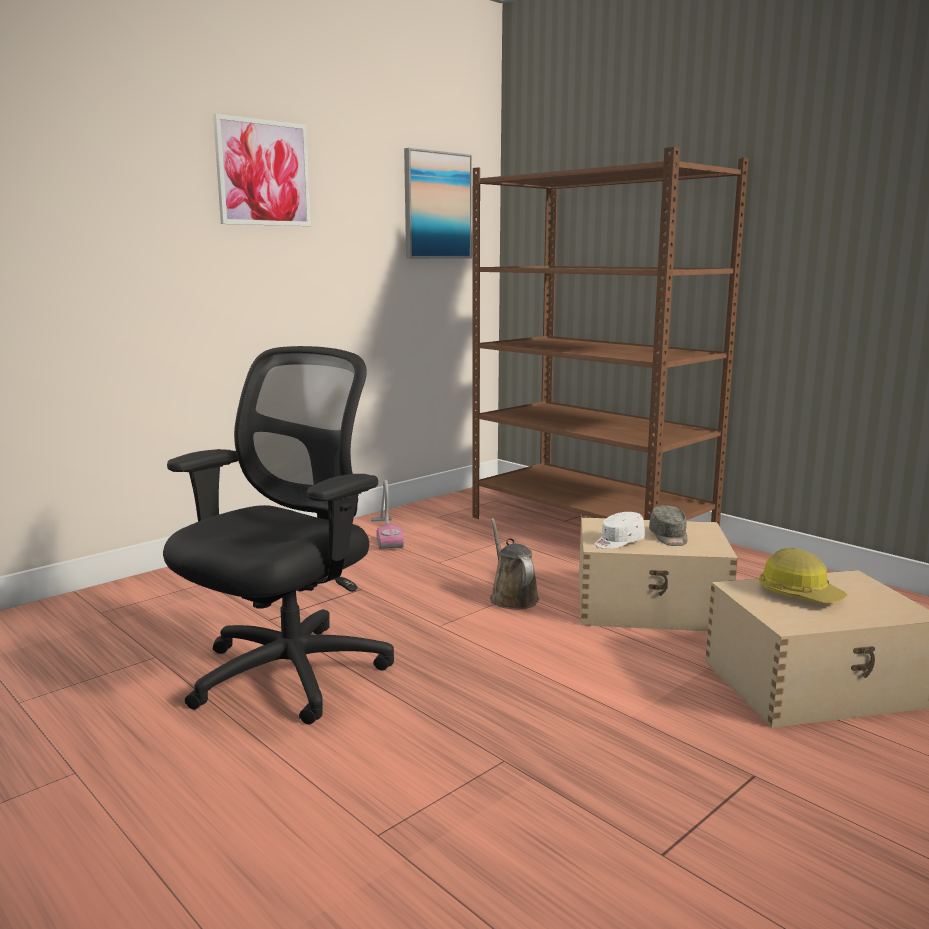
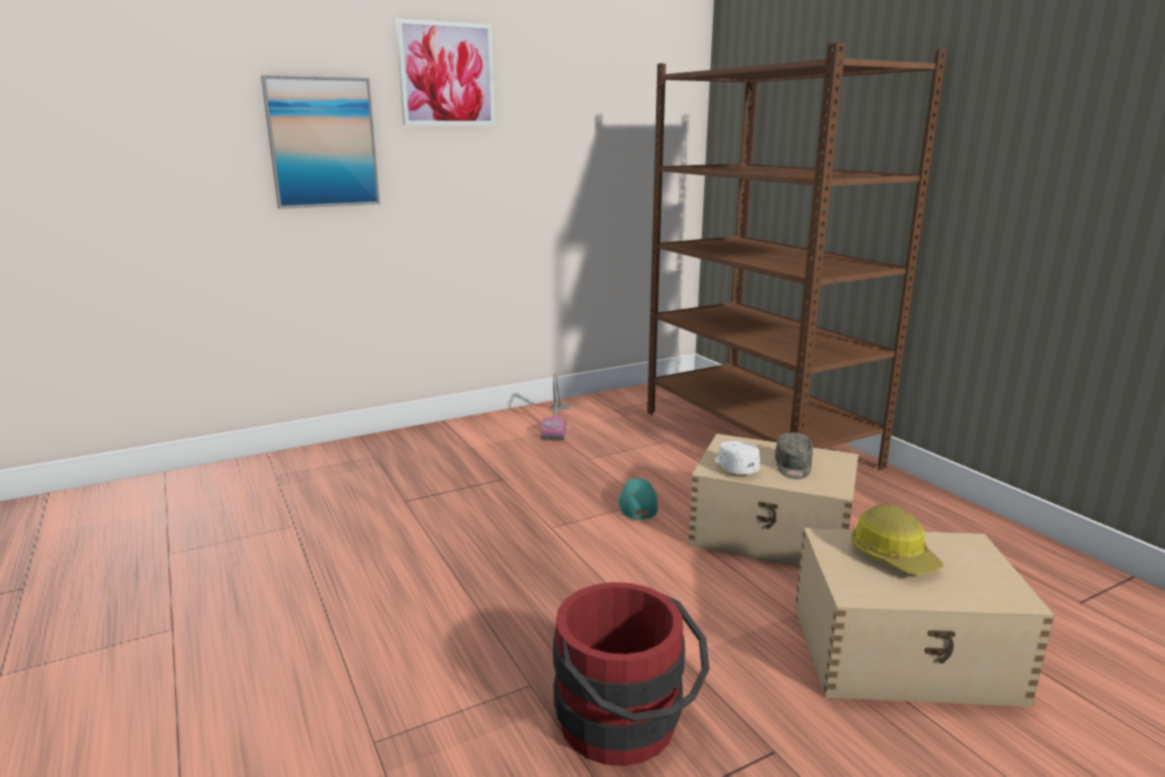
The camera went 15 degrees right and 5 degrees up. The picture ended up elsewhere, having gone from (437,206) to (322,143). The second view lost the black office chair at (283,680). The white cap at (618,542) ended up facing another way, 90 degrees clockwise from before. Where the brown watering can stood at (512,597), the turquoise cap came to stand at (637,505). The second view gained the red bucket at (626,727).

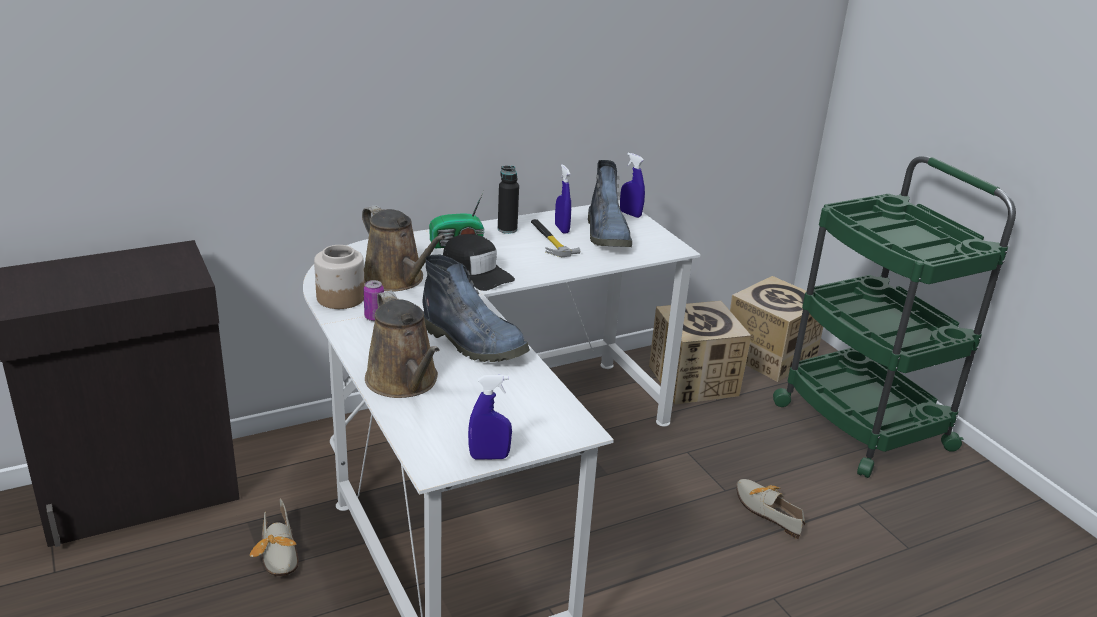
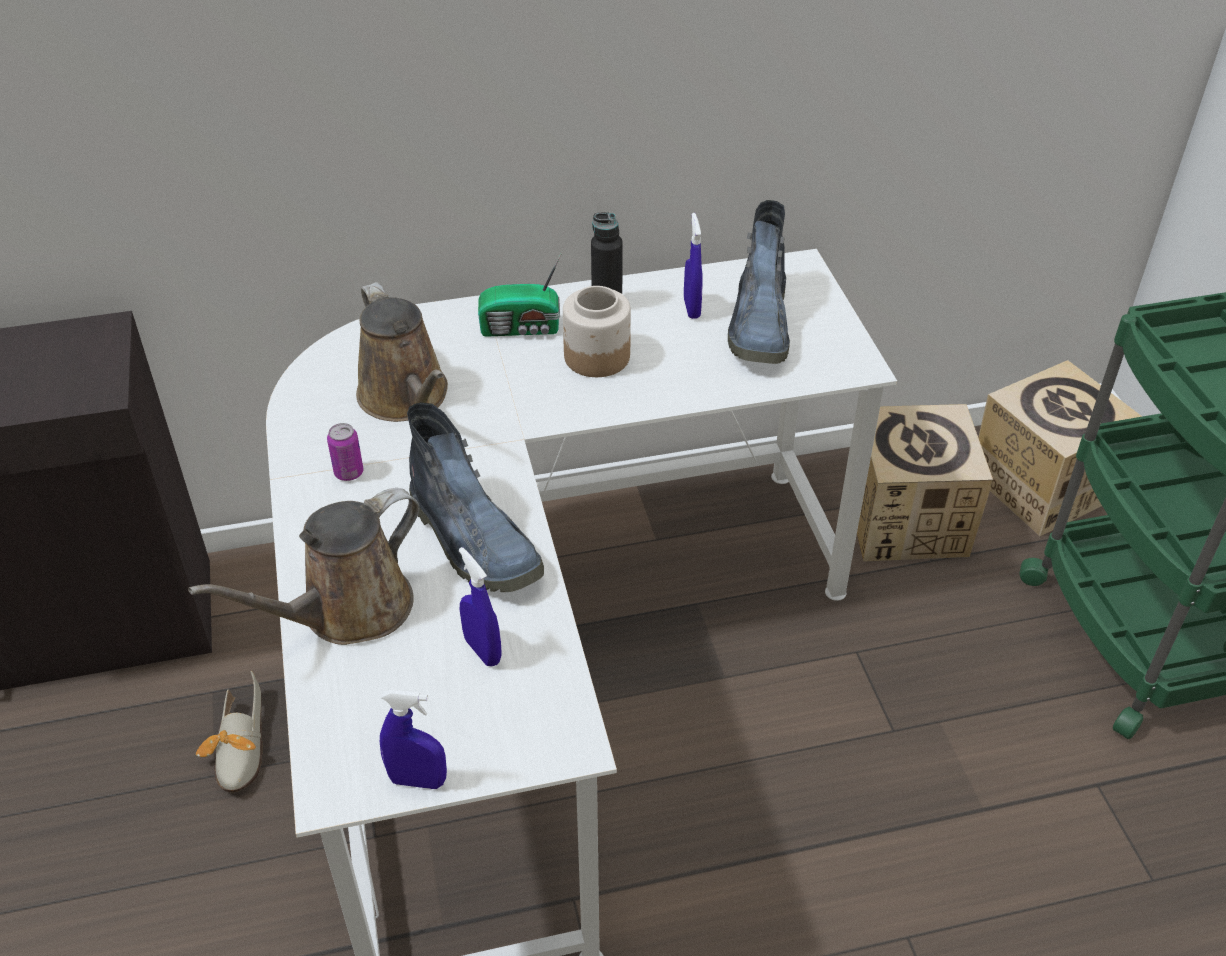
The camera went 15 degrees right and 15 degrees up. The blue spray bottle ended up elsewhere, having gone from (630,214) to (482,650). The second view lost the hammer at (549,240). The second view lost the black cap at (476,272). The jar ended up elsewhere, having gone from (340,298) to (596,357). The brown watering can at (404,382) ended up facing another way, 60 degrees clockwise from before. The second view lost the shoe at (766,510).

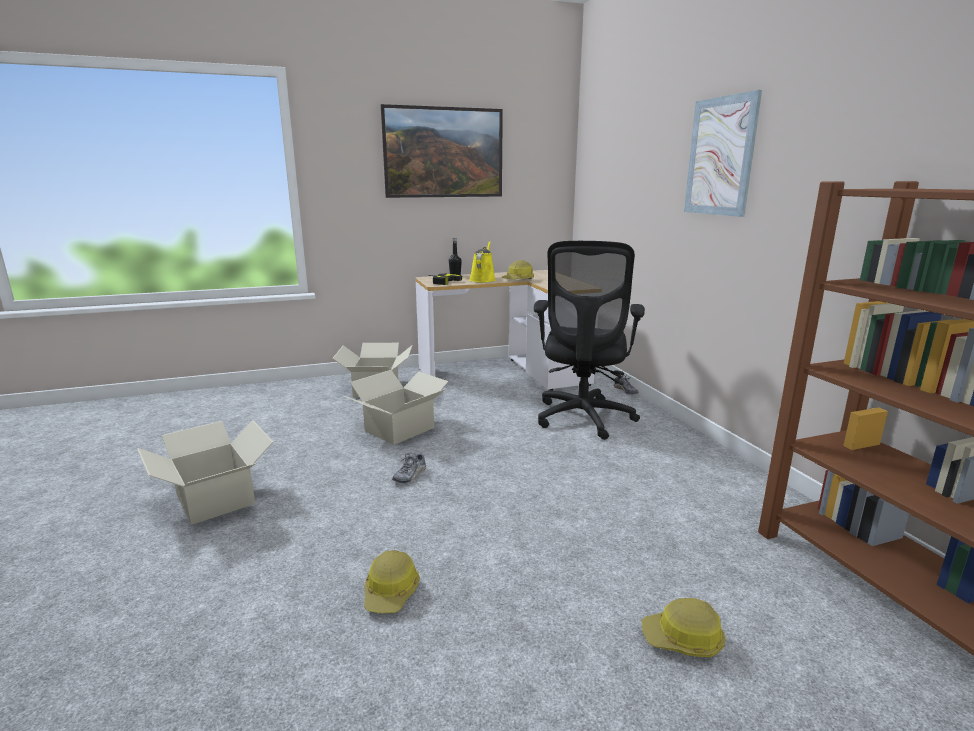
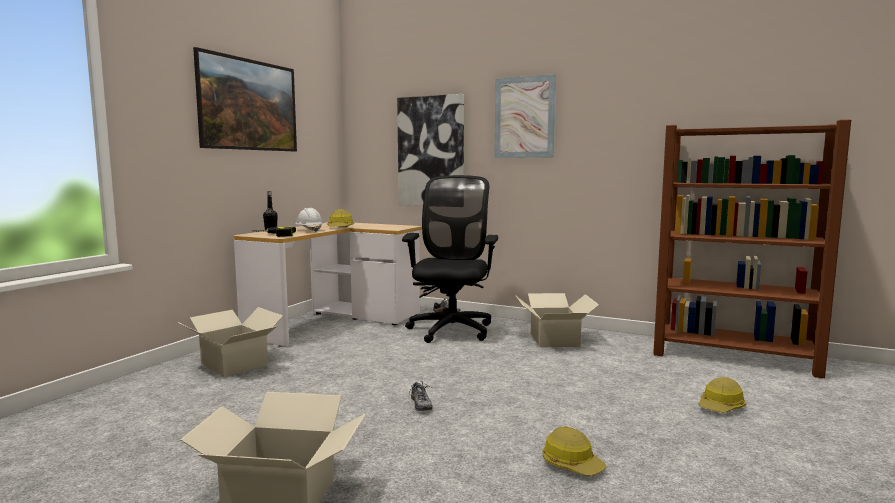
The camera went 45 degrees left and 10 degrees down. Where the yellow watering can stood at (483,279), the white hard hat came to stand at (309,230). The black office chair at (582,414) ended up facing another way, 135 degrees counterclockwise from before. The cardboard box ended up elsewhere, having gone from (400,429) to (555,339). The second view gained the picture at (431,151).

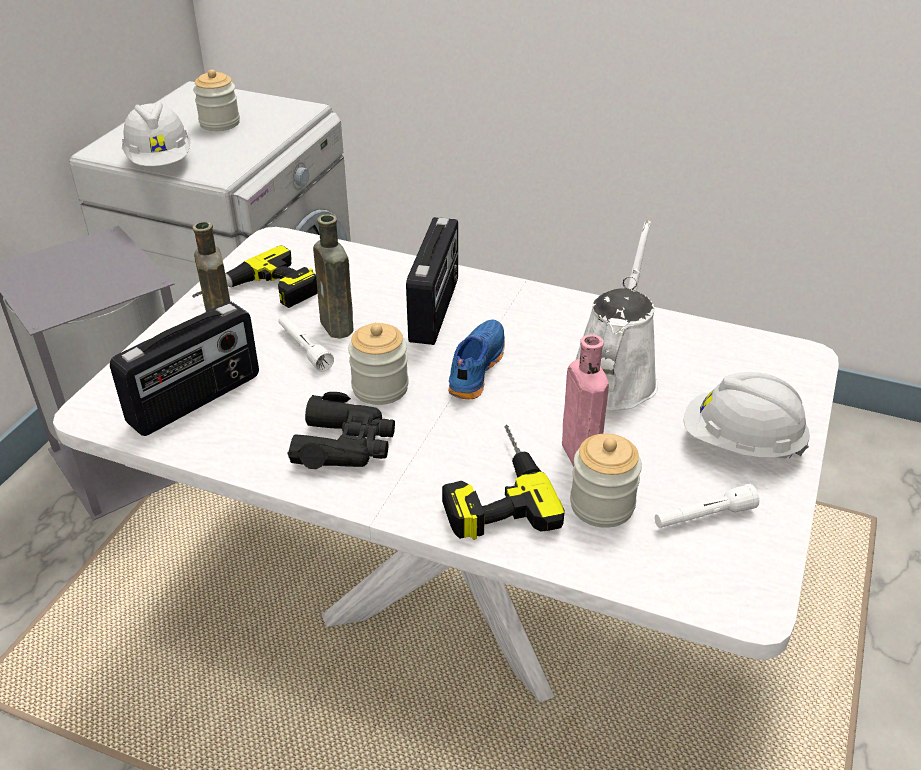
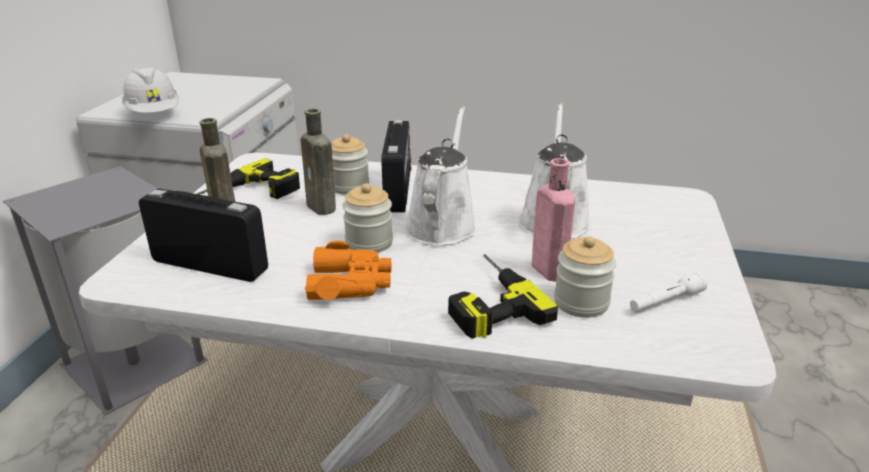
The camera went 10 degrees left and 10 degrees down. The jar ended up elsewhere, having gone from (220,123) to (349,186). The radio at (196,400) ended up facing another way, 105 degrees counterclockwise from before. The second view lost the white flashlight at (304,348). Where the blue shoe stood at (474,368), the white watering can came to stand at (442,224). The second view lost the white hard hat at (740,443). What was the black binoculars at (345,444) turned into the orange binoculars at (350,283).

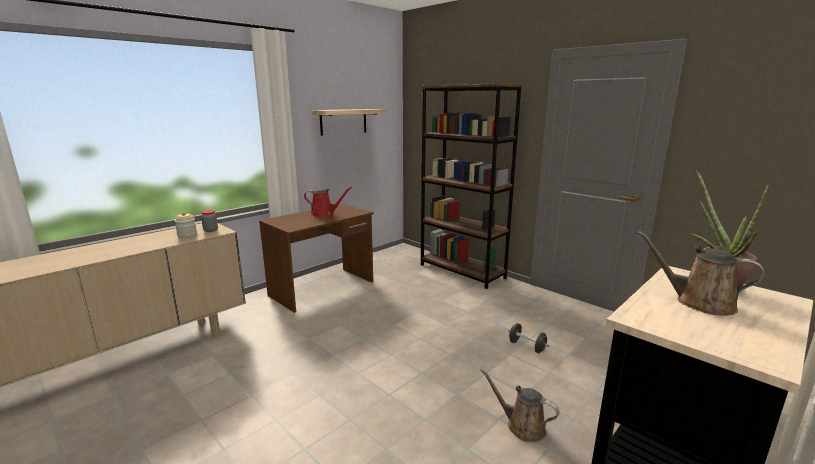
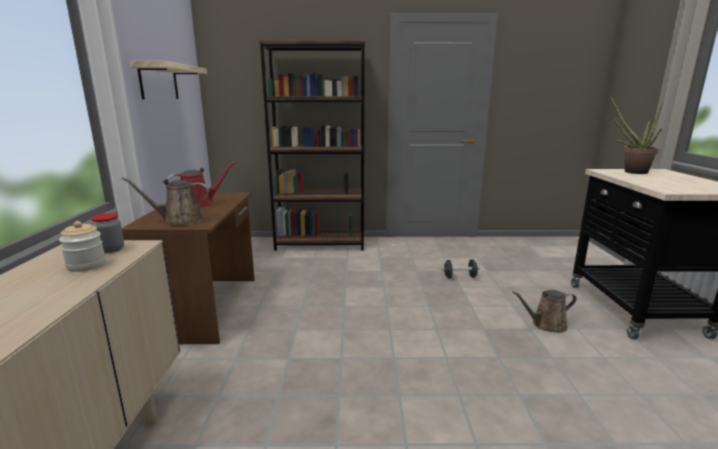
The camera went 45 degrees left and 0 degrees up. The brown watering can ended up elsewhere, having gone from (698,302) to (179,221).

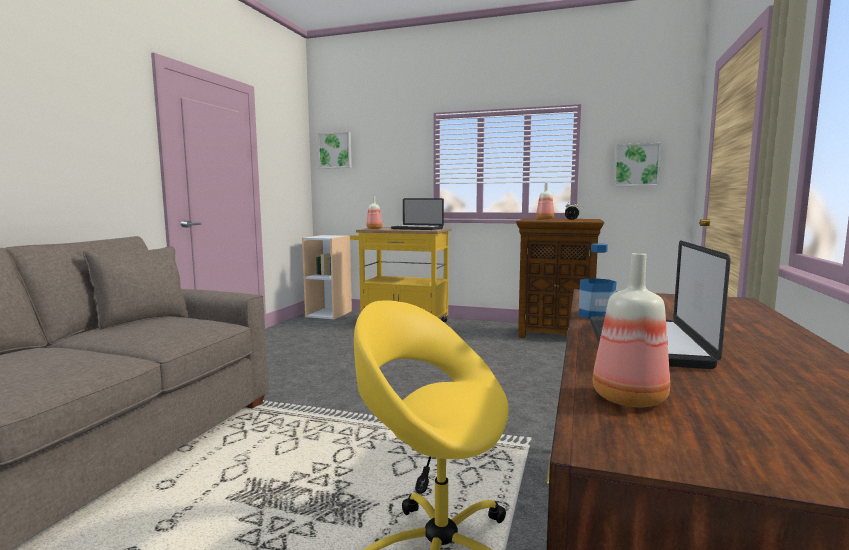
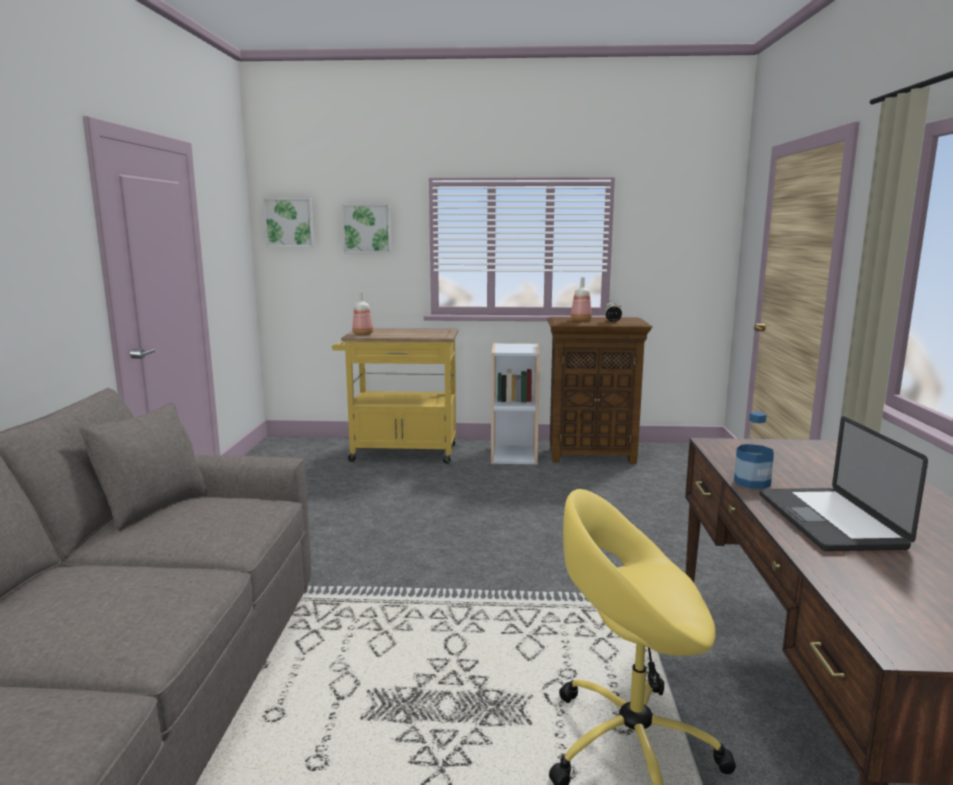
The camera went 15 degrees left and 5 degrees up. The picture ended up elsewhere, having gone from (636,165) to (367,228). The second view lost the laptop at (417,228). The bookcase ended up elsewhere, having gone from (329,313) to (514,455). The second view lost the bottle at (628,399).

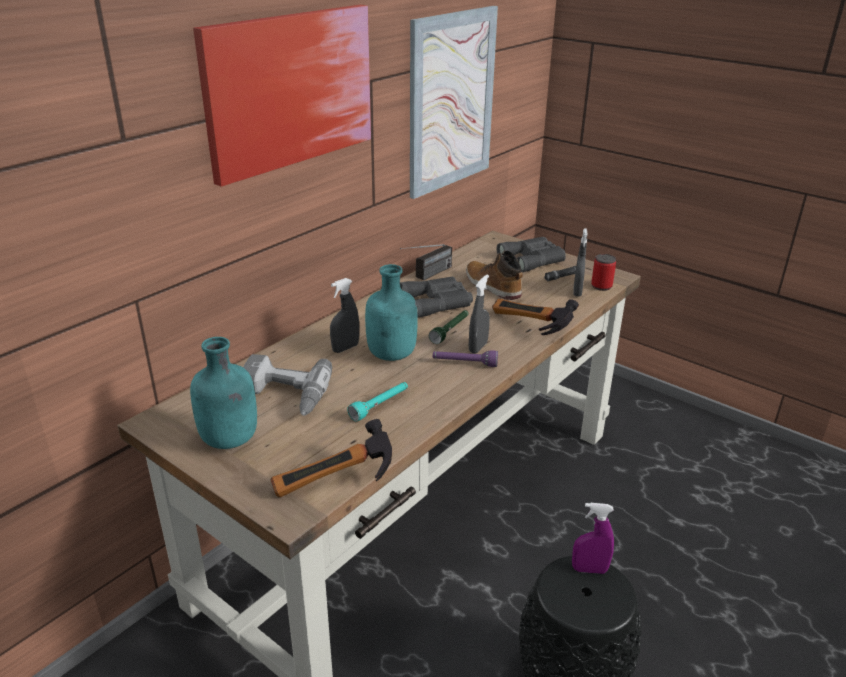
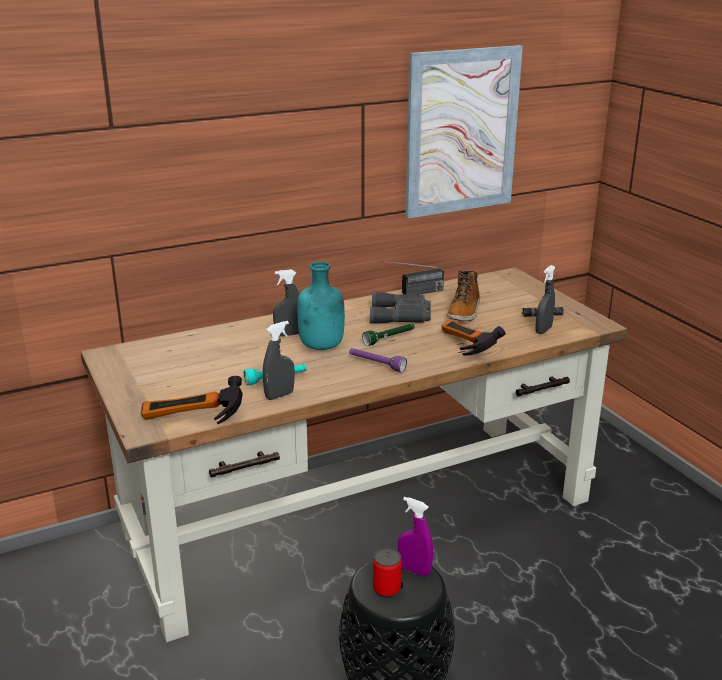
The camera went 25 degrees right and 5 degrees down. The second view lost the picture at (290,90). The second view lost the grey binoculars at (534,259). The boot at (492,286) ended up facing another way, 150 degrees counterclockwise from before. The can ended up elsewhere, having gone from (601,286) to (386,589). The grey spray bottle ended up elsewhere, having gone from (478,347) to (279,395). The second view lost the turquoise bottle at (230,440). The second view lost the power drill at (283,395).

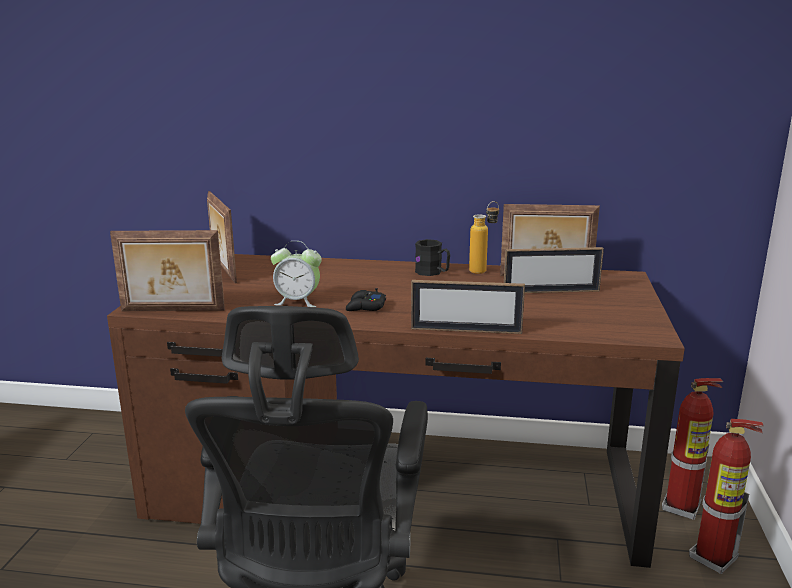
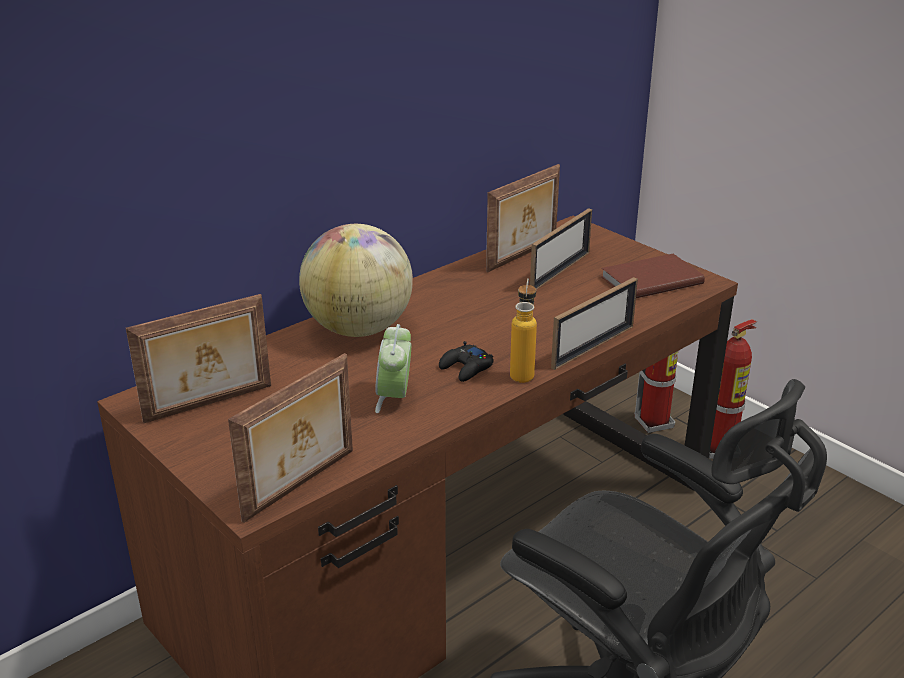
The camera went 50 degrees left and 10 degrees up. The picture frame at (223,270) ended up facing another way, 45 degrees counterclockwise from before. The bottle ended up elsewhere, having gone from (483,270) to (522,371). The second view lost the black mug at (433,273). The alarm clock at (298,301) ended up facing another way, 135 degrees clockwise from before. The second view gained the globe at (358,329). The second view gained the brown book at (649,280).

